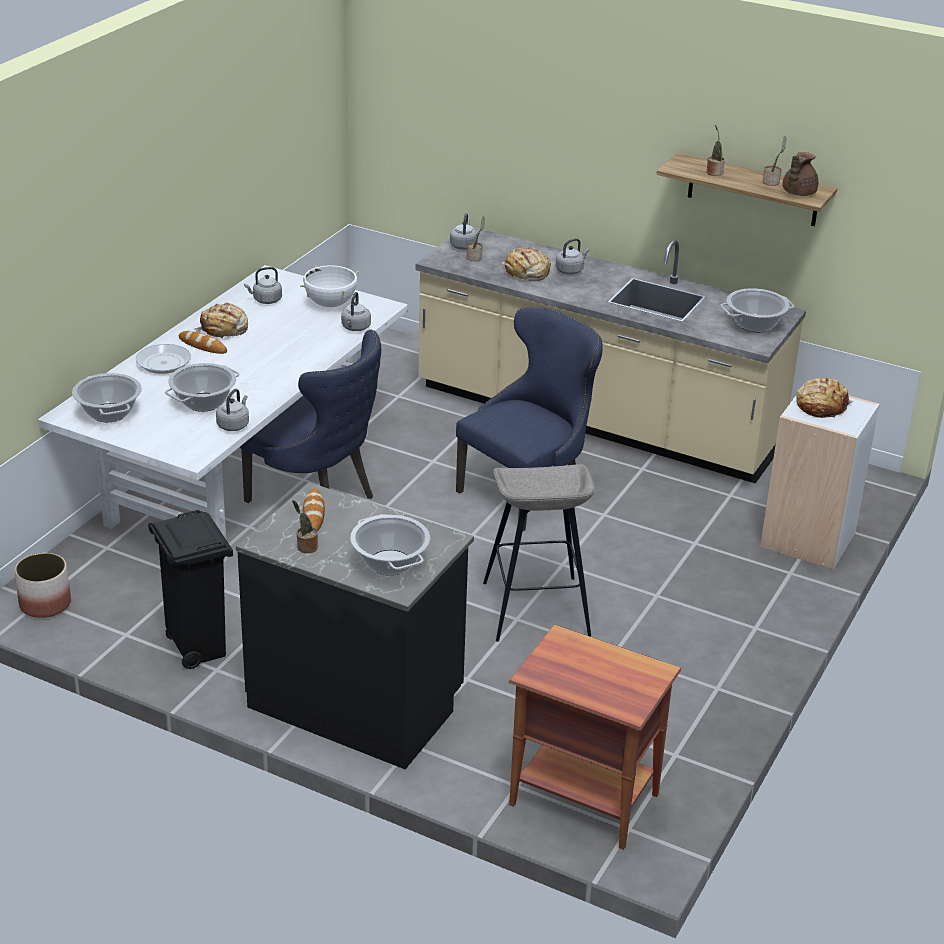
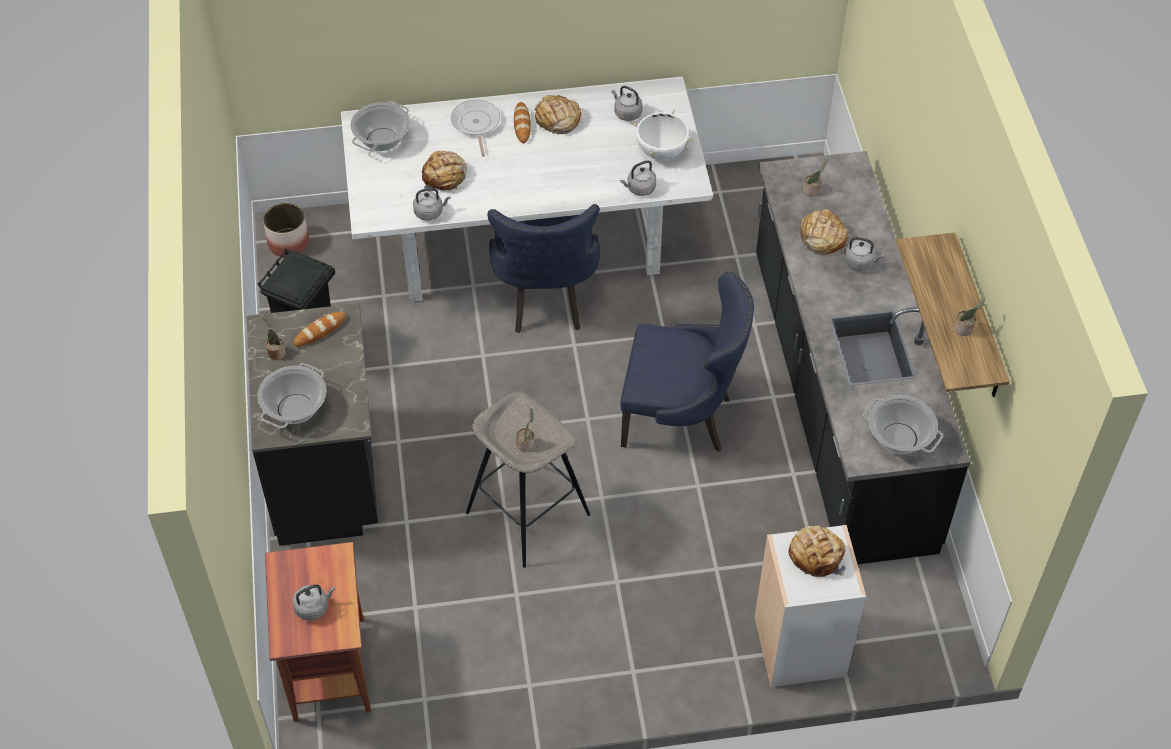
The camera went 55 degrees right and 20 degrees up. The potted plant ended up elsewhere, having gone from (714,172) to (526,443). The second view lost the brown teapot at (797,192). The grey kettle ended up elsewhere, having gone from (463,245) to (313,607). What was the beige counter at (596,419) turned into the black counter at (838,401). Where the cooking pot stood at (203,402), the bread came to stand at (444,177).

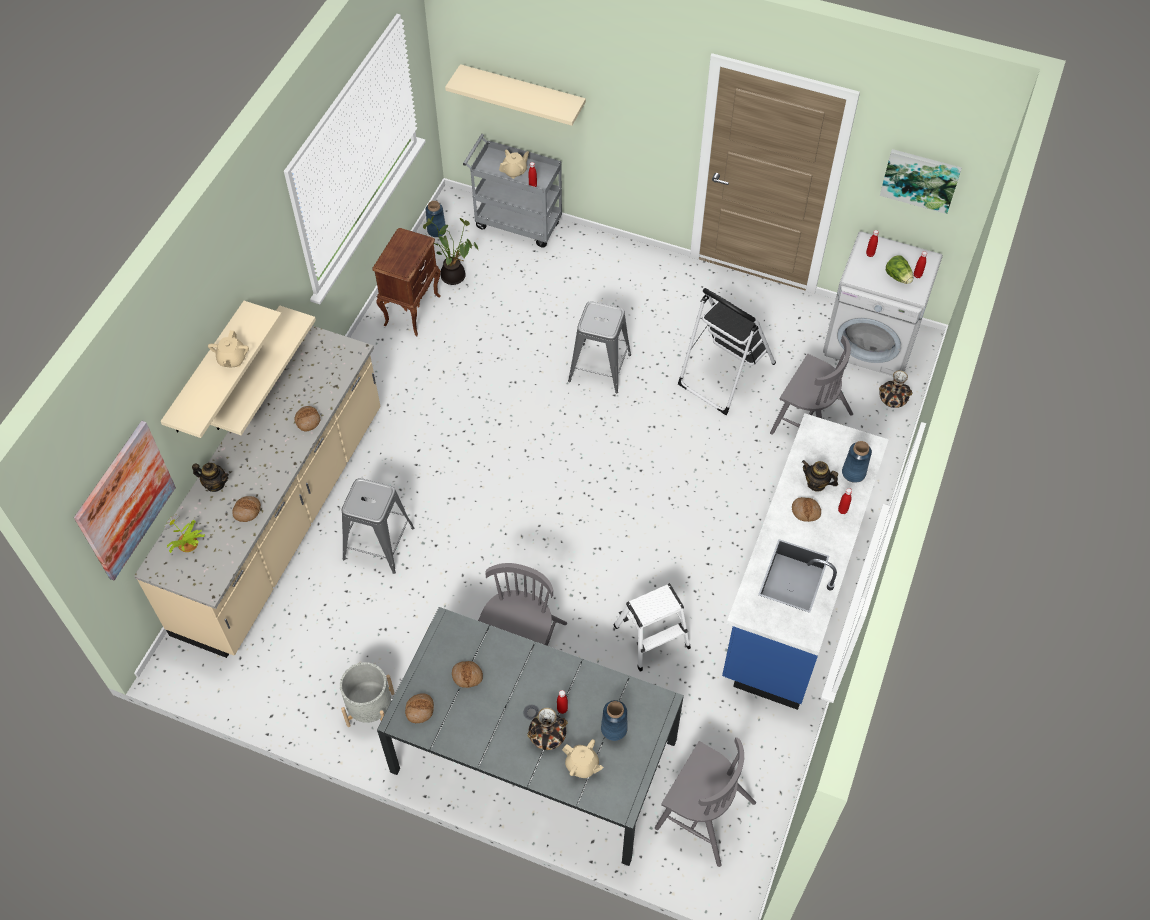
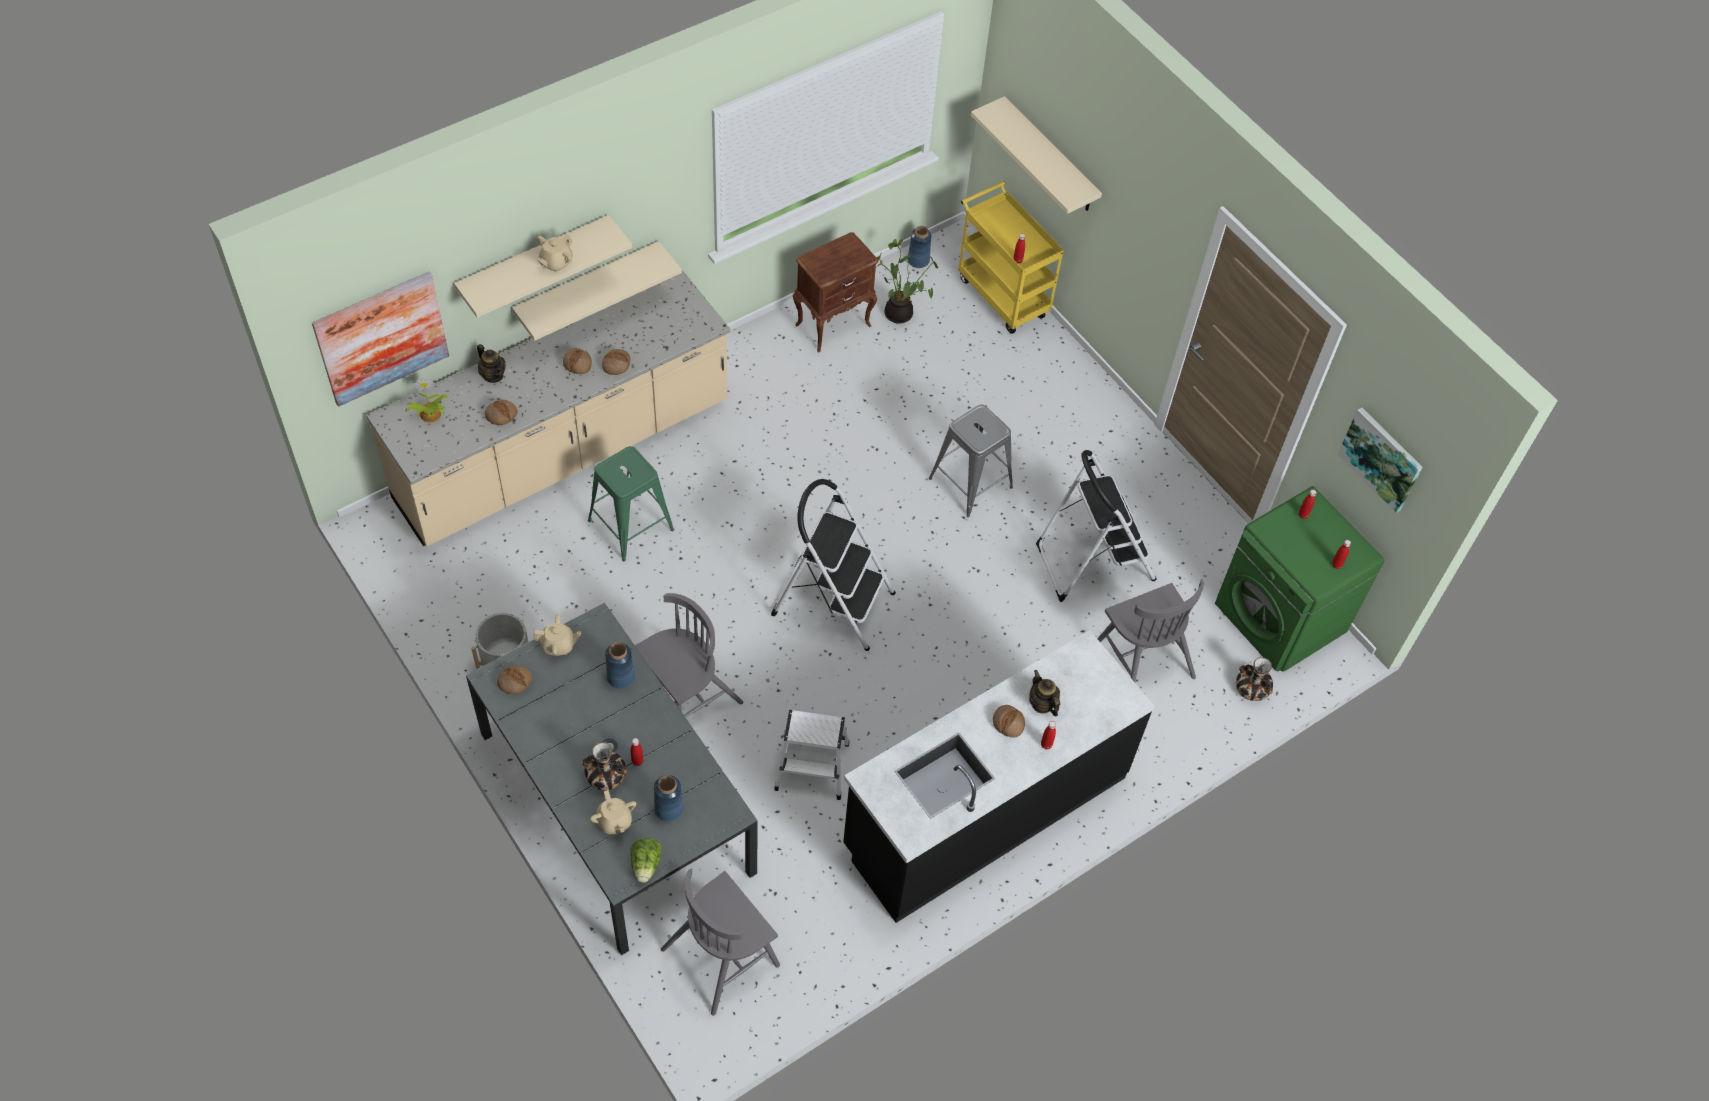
The camera went 30 degrees right and 0 degrees up. What was the grey cart at (516,226) turned into the yellow cart at (1000,297). The beige teapot ended up elsewhere, having gone from (514,171) to (558,645). What was the white washing machine at (871,341) turned into the green washing machine at (1278,617). The lettuce ended up elsewhere, having gone from (898,277) to (646,865). What was the blue counter at (792,592) turned into the black counter at (984,811). The blue vase ended up elsewhere, having gone from (853,473) to (620,677). What was the grey stool at (378,543) turned into the green stool at (630,525). The bread ended up elsewhere, having gone from (467,676) to (577,364). The grey chair at (700,812) ended up facing another way, 75 degrees clockwise from before. The second view gained the step ladder at (830,602).

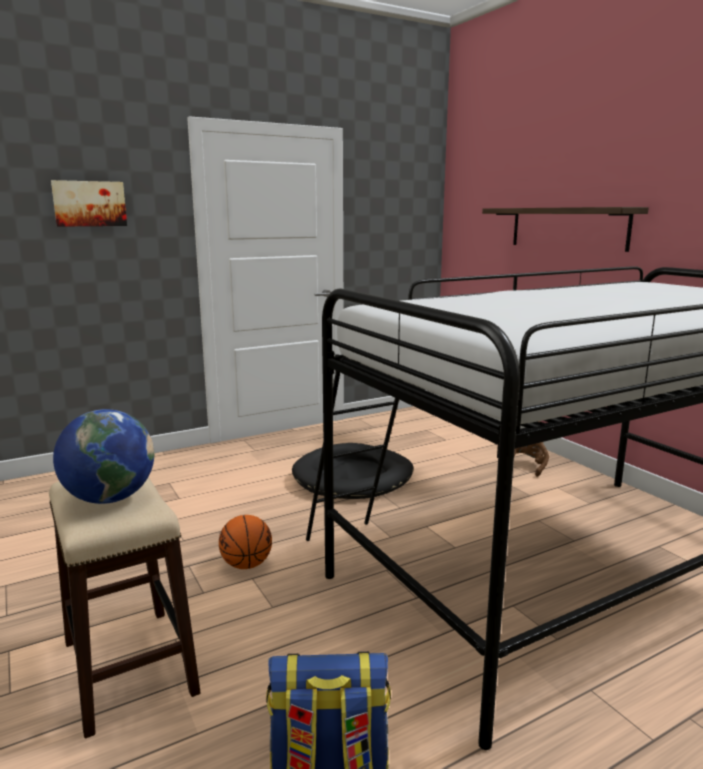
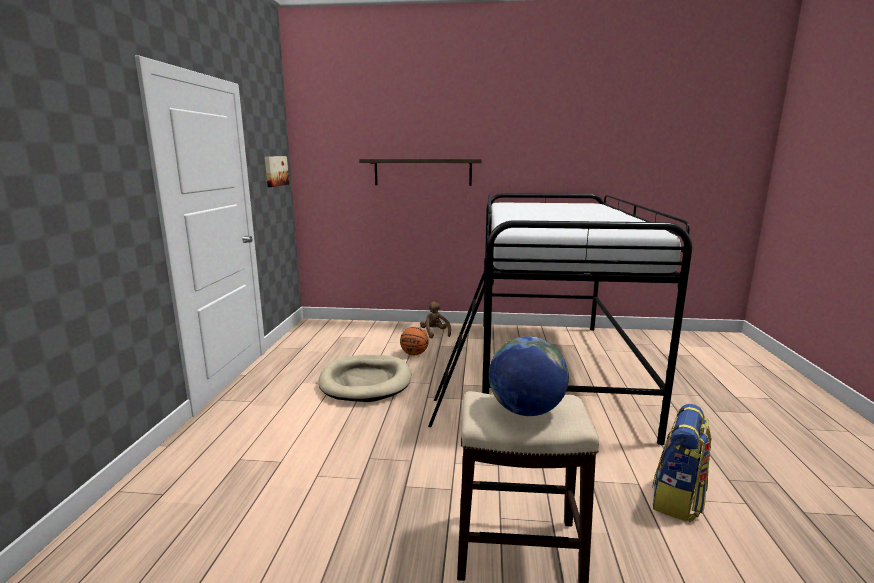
The camera went 55 degrees left and 0 degrees up. The picture ended up elsewhere, having gone from (89,203) to (275,171). What was the black dog bed at (353,477) turned into the beige dog bed at (366,381). The basketball ended up elsewhere, having gone from (246,565) to (414,354).

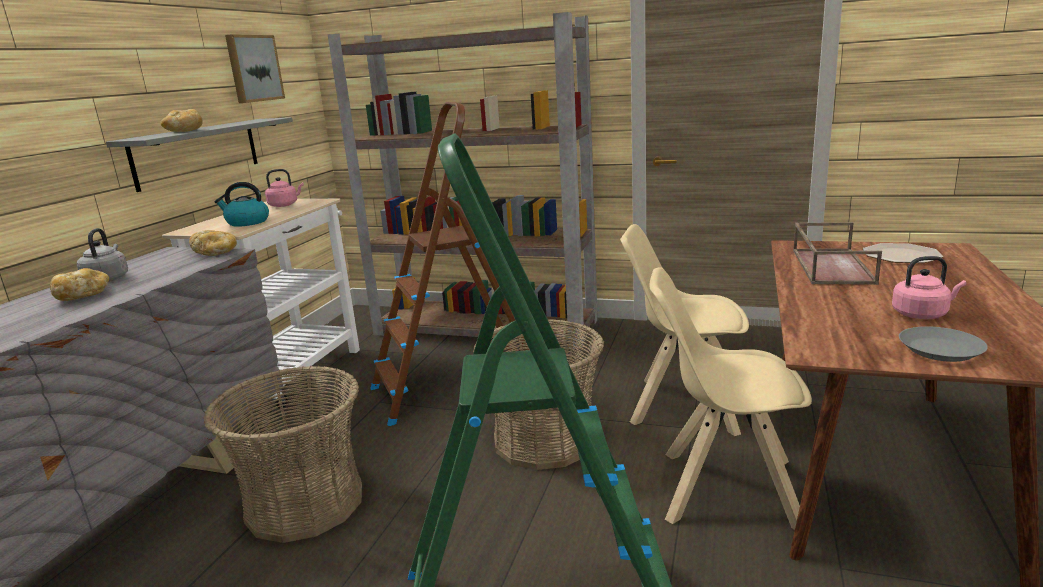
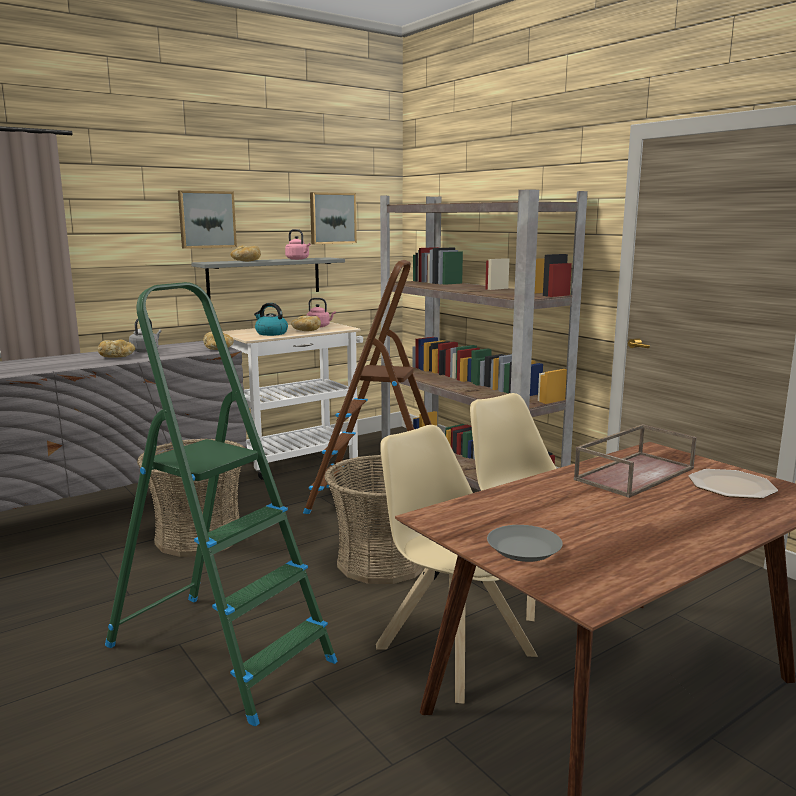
The camera went 35 degrees right and 5 degrees down. The pink kettle ended up elsewhere, having gone from (922,314) to (298,259). The second view gained the picture at (206,219). The second view gained the bread at (305,331).

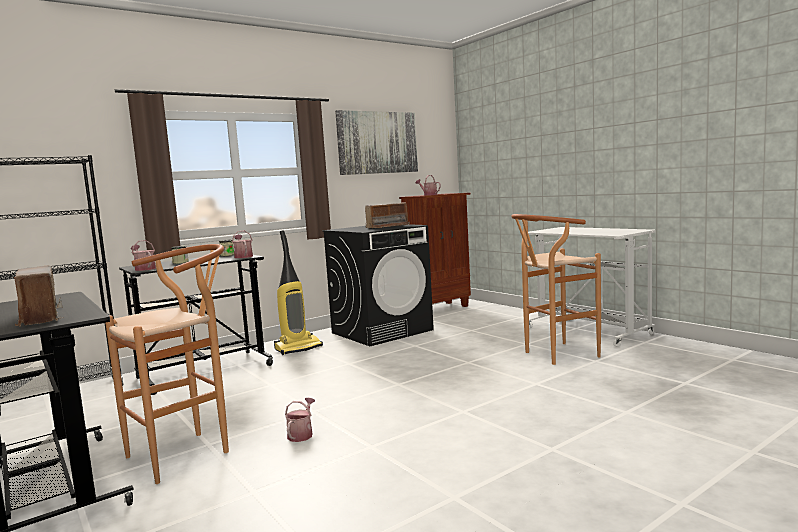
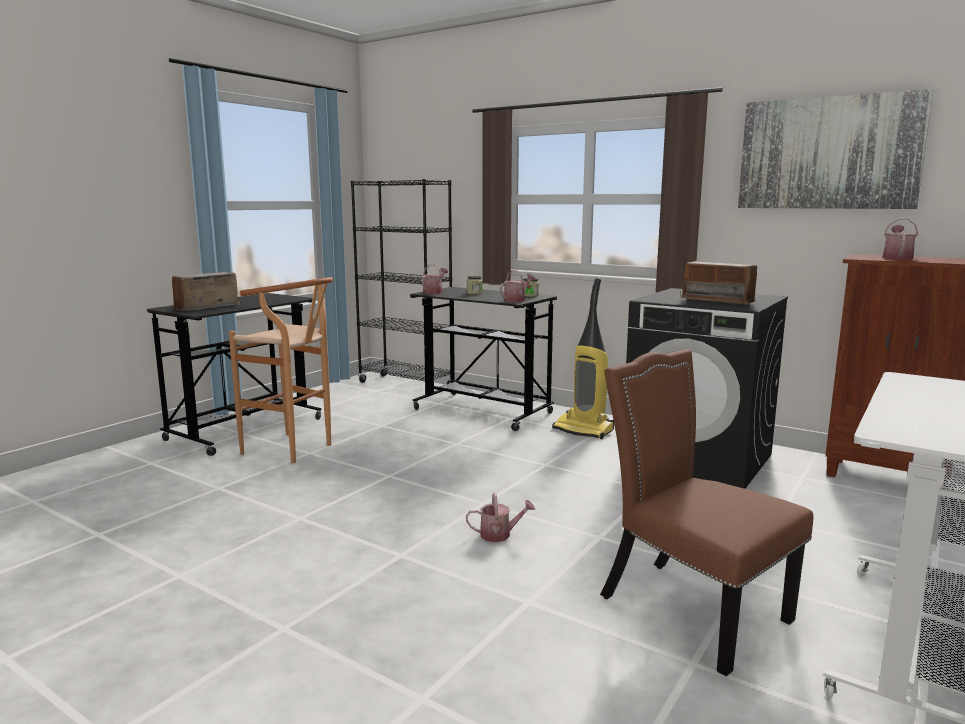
The camera went 70 degrees right and 5 degrees up. Where the brown stool stood at (554,355), the brown chair came to stand at (694,612). The watering can ended up elsewhere, having gone from (301,434) to (500,534).

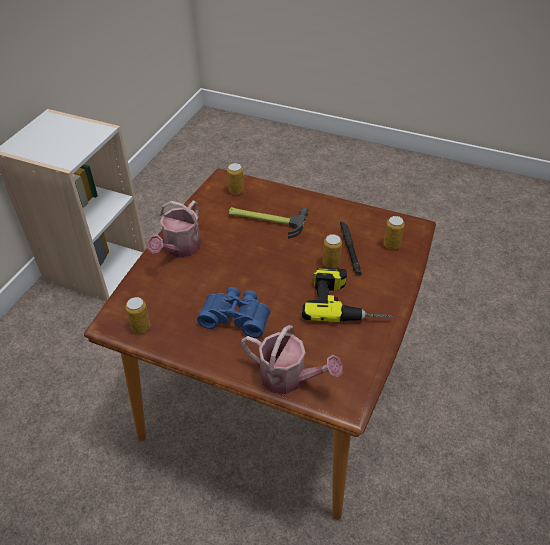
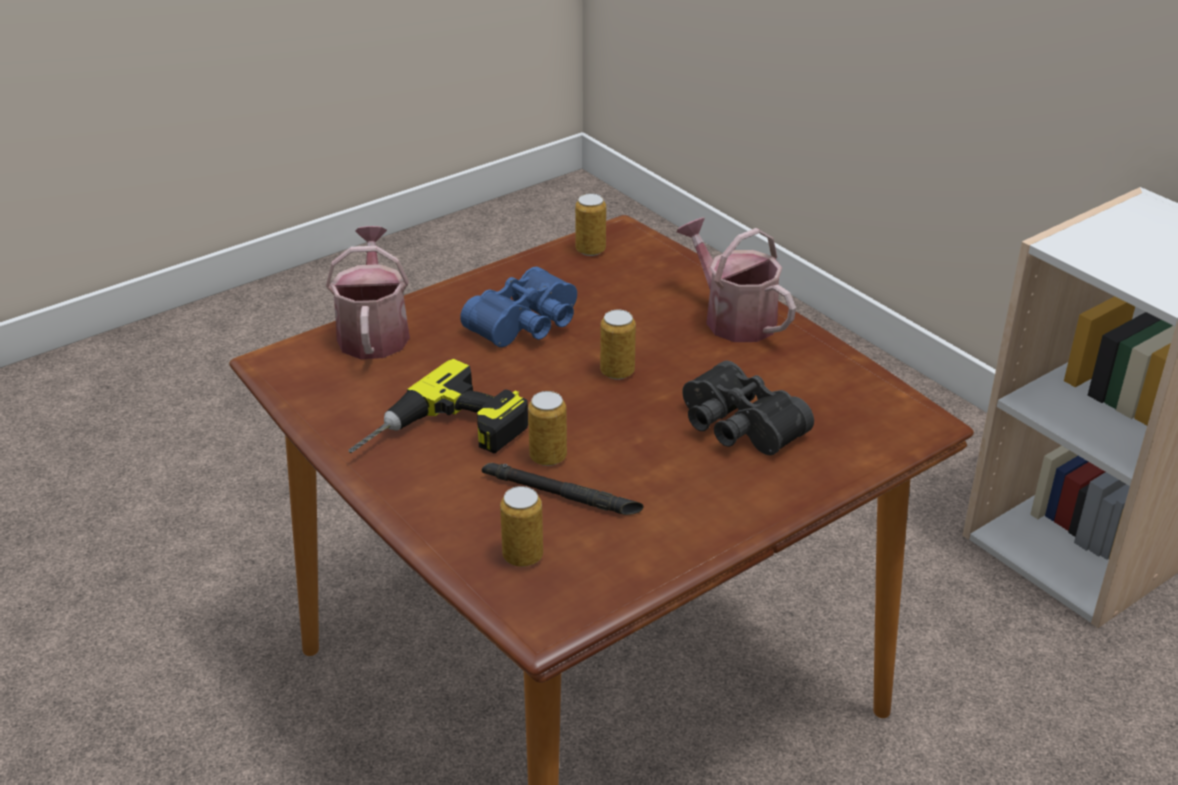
The camera went 120 degrees right and 10 degrees down. The can ended up elsewhere, having gone from (236,190) to (617,372). Where the hammer stood at (266,220), the black binoculars came to stand at (737,428). The watering can at (289,377) ended up facing another way, 120 degrees clockwise from before.

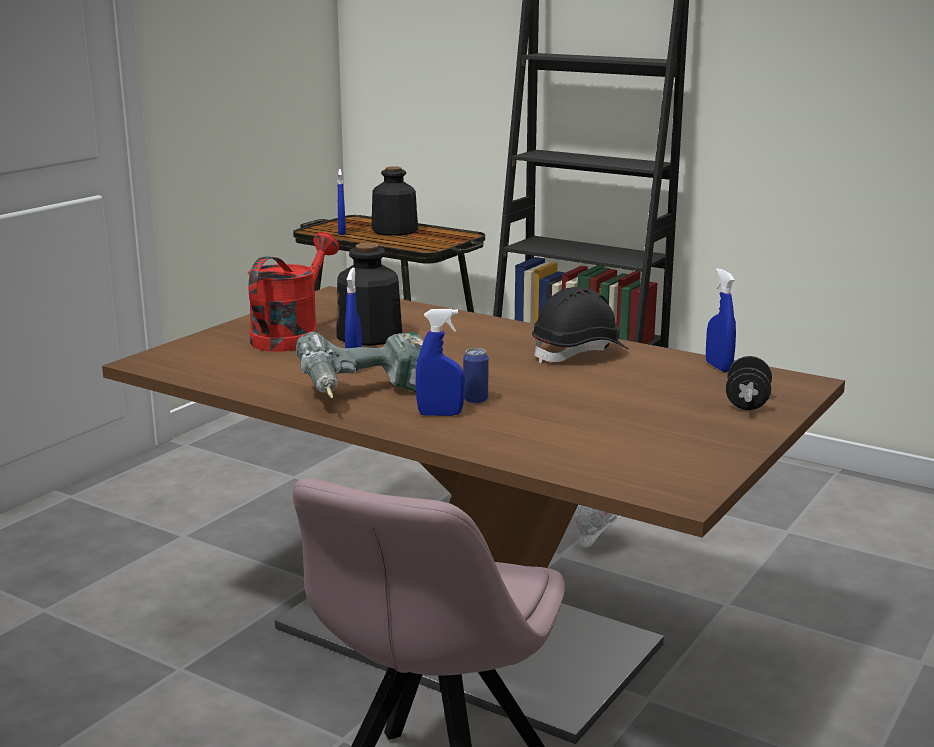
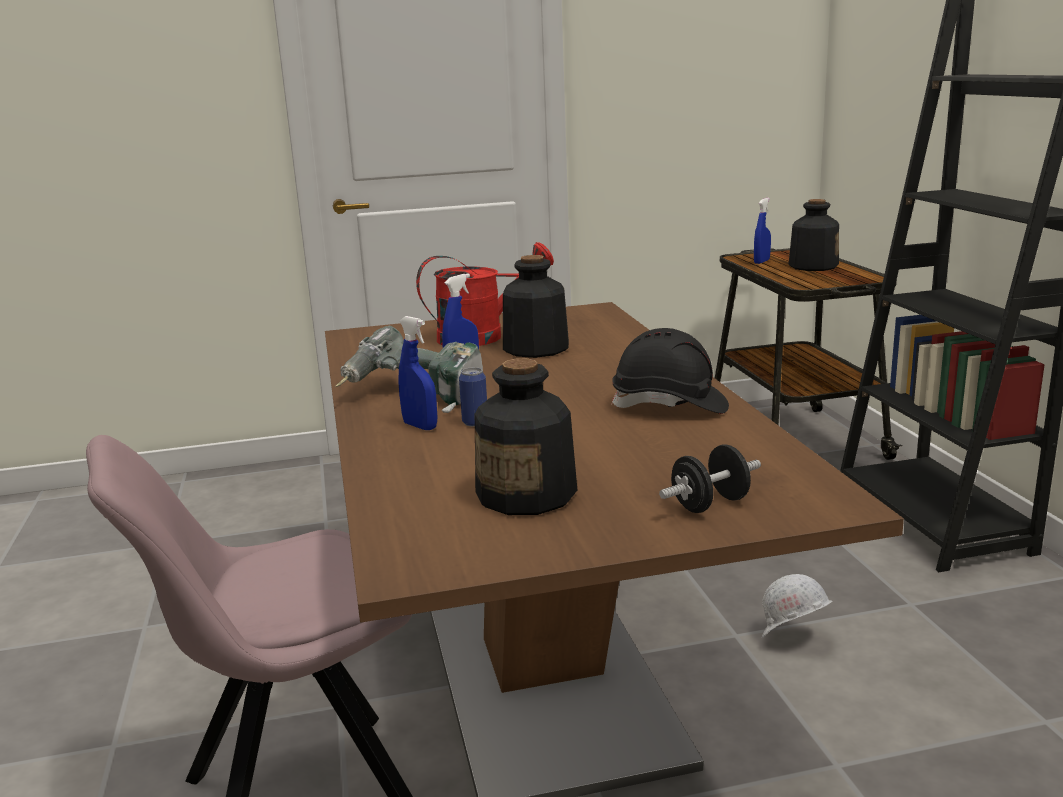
The camera went 45 degrees right and 0 degrees up. The second view lost the blue spray bottle at (718,367). The second view gained the bottle at (527,494).

